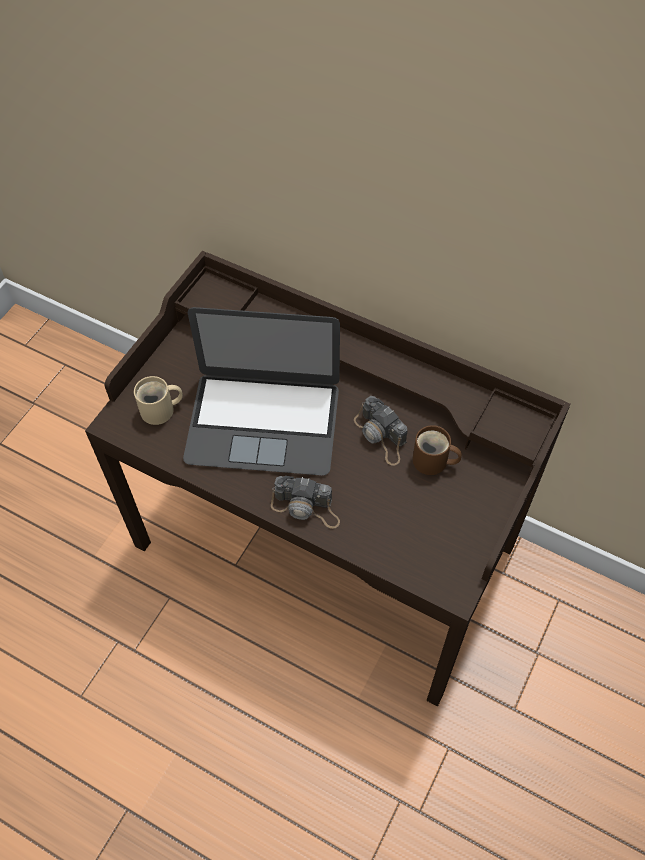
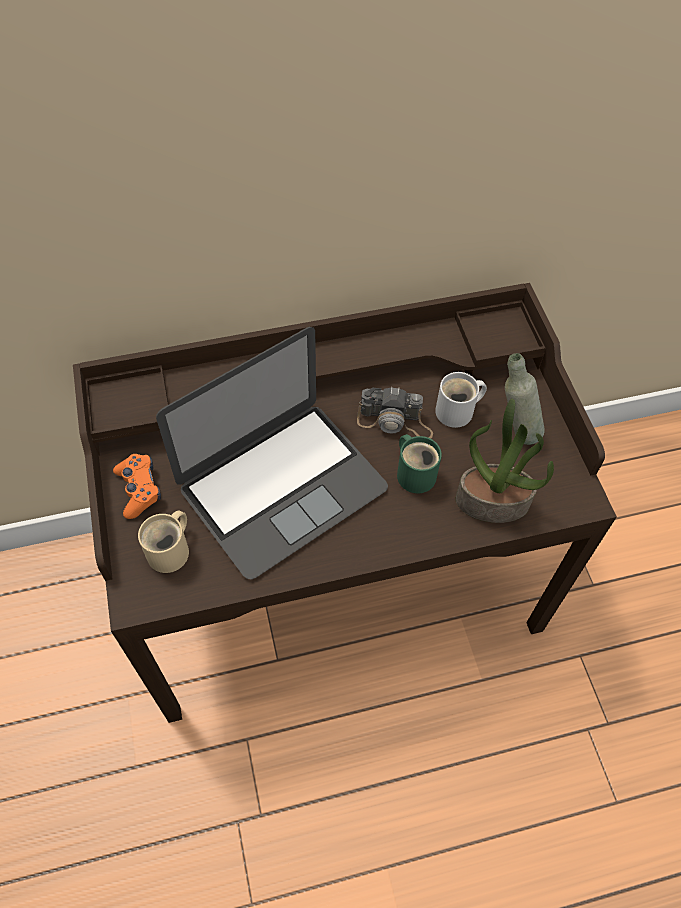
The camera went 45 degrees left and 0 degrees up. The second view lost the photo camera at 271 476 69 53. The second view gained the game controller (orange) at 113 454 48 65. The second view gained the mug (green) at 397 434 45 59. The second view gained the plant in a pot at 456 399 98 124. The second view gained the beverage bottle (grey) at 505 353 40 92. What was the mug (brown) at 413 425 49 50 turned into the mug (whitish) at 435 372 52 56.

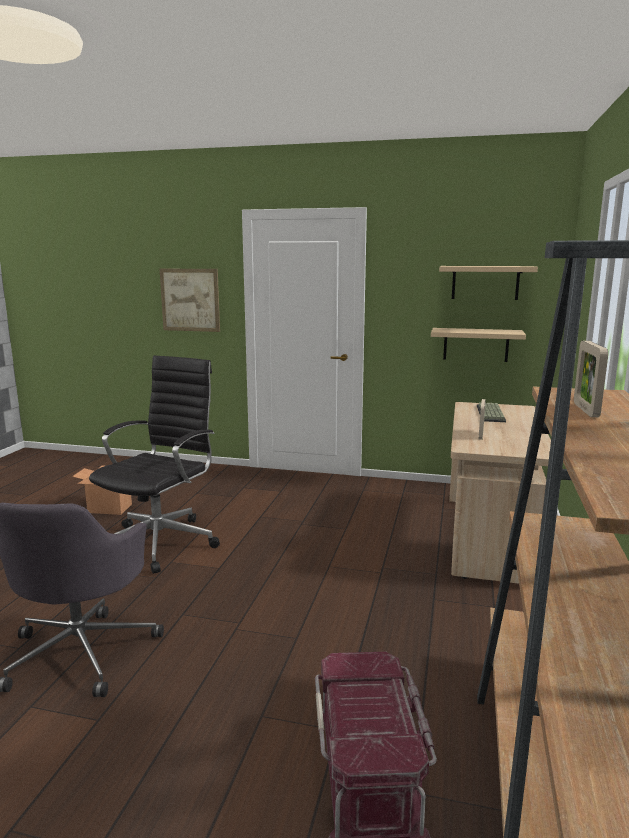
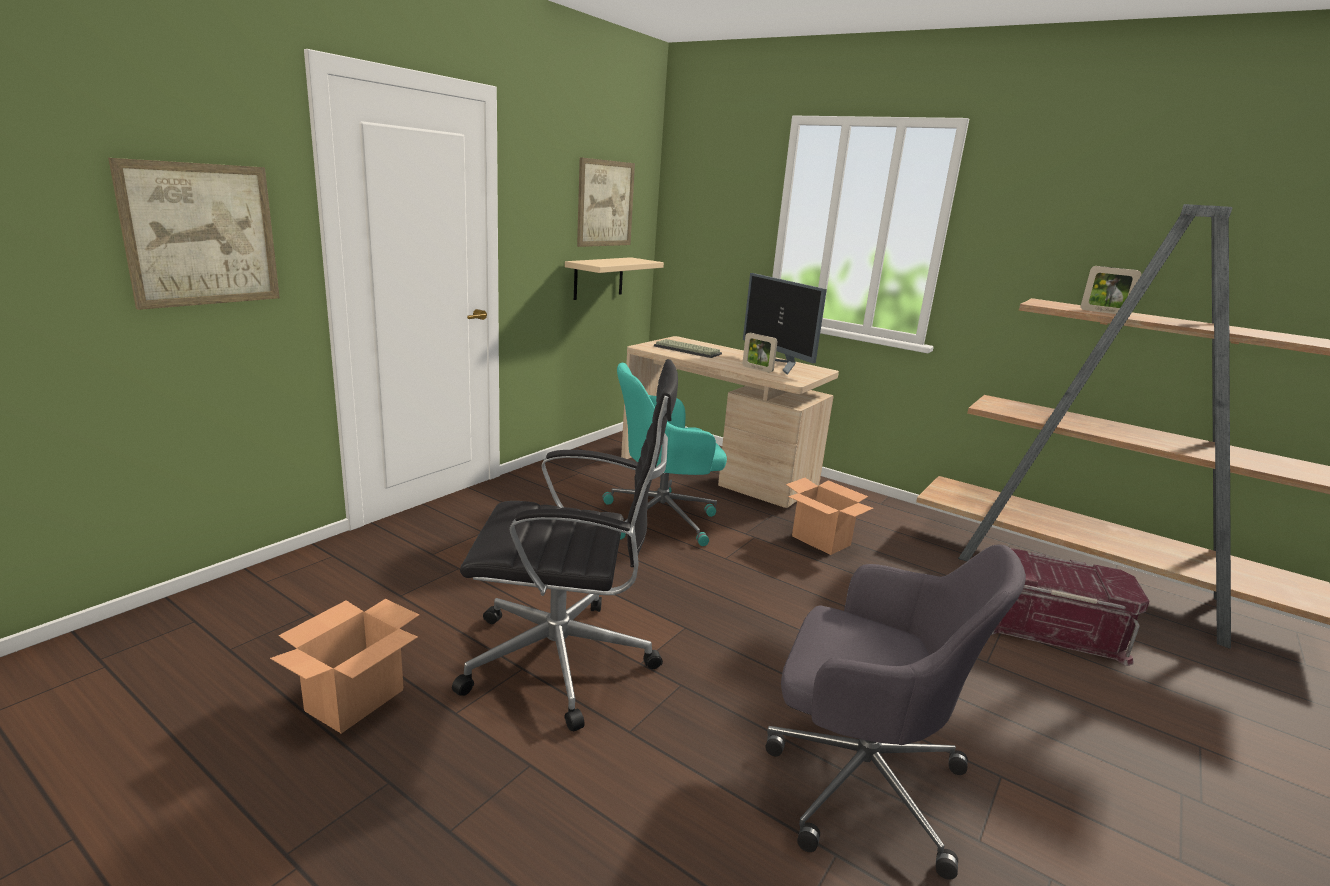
The camera went 70 degrees left and 5 degrees up. The second view gained the office chair (blue-green) at 603 363 124 183. The second view gained the computer screen at 743 273 84 102. The second view gained the carton at 786 478 88 77. Where the shelf (beige) hung at 439 266 99 34, the wall art came to hang at 577 157 58 90. The office chair (black) at 89 355 131 219 ended up facing another way, 135 degrees clockwise from before.

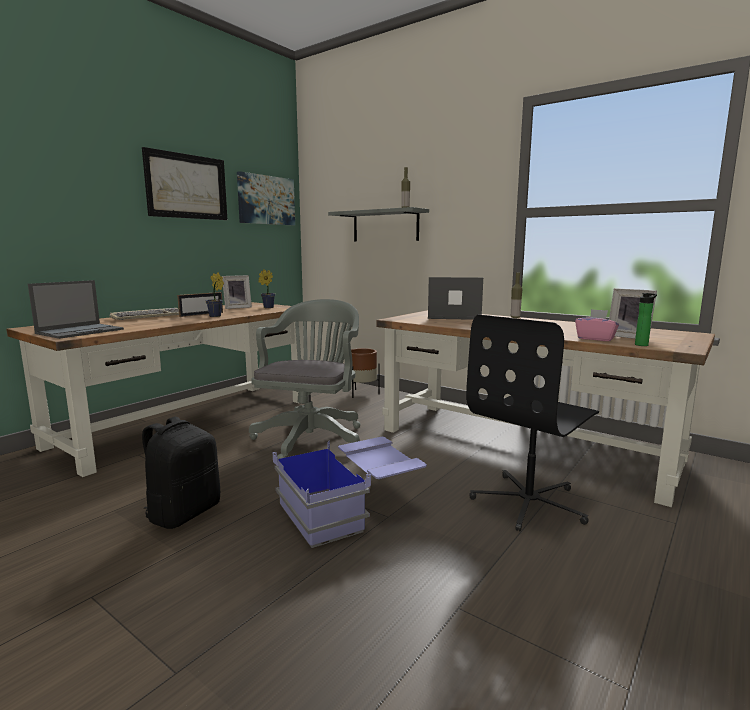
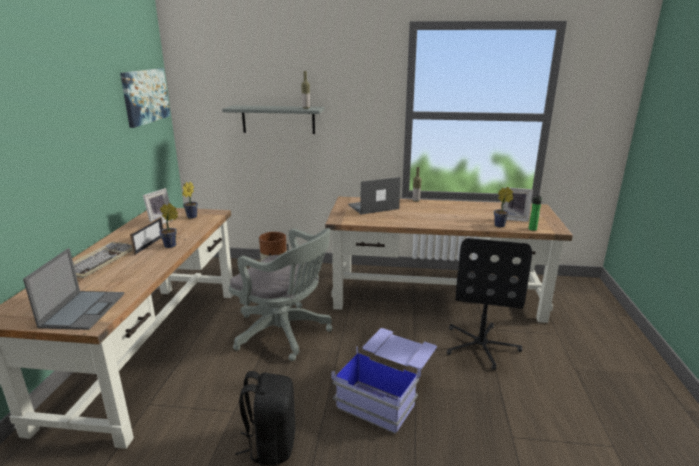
The camera went 30 degrees left and 10 degrees up. The second view lost the wall art at 142 147 86 73. Where the box of tissues (pink-coloured) stood at 575 309 44 32, the plant in a pot came to stand at 494 187 19 40. The office chair (grey) at 249 299 111 160 ended up facing another way, 135 degrees clockwise from before.

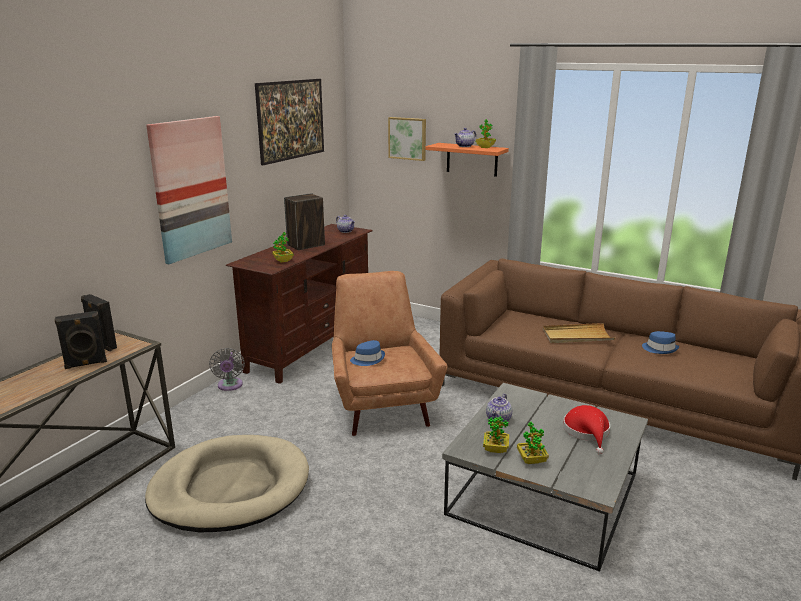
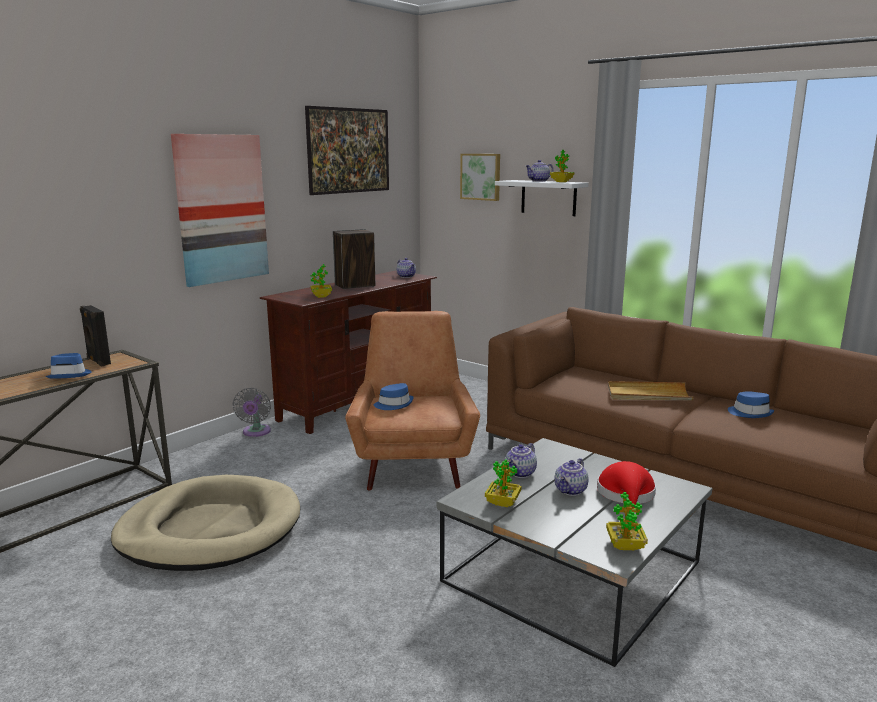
The camera went 10 degrees right and 5 degrees down. The second view gained the teapot at 554 458 35 38. The plant in a pot ended up elsewhere, having gone from 517 422 32 42 to 606 492 42 58. Where the loudspeaker (black) stood at 54 311 53 58, the wearable hat (blue) came to stand at 46 353 45 26. What was the shelf (orange) at 425 143 84 34 turned into the shelf (whitish) at 495 180 94 36.

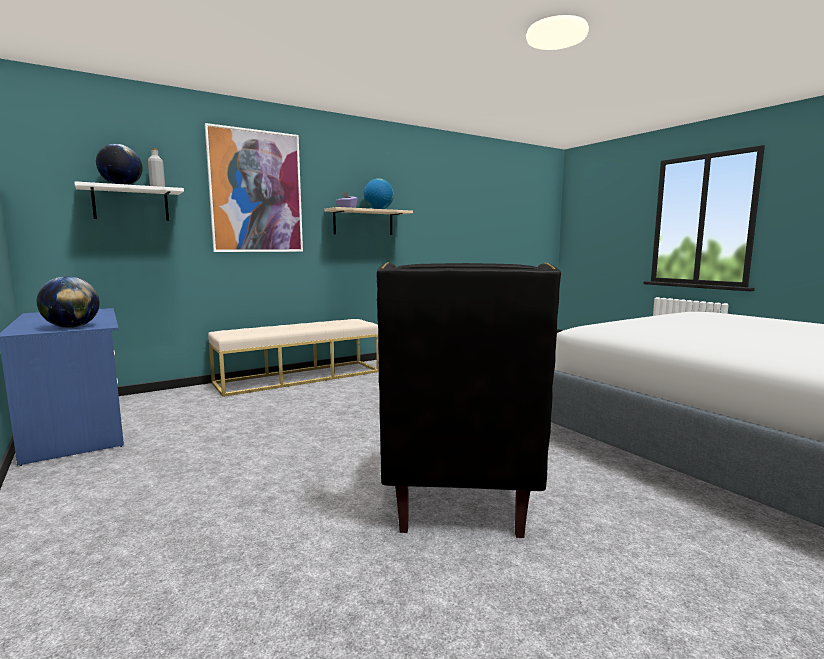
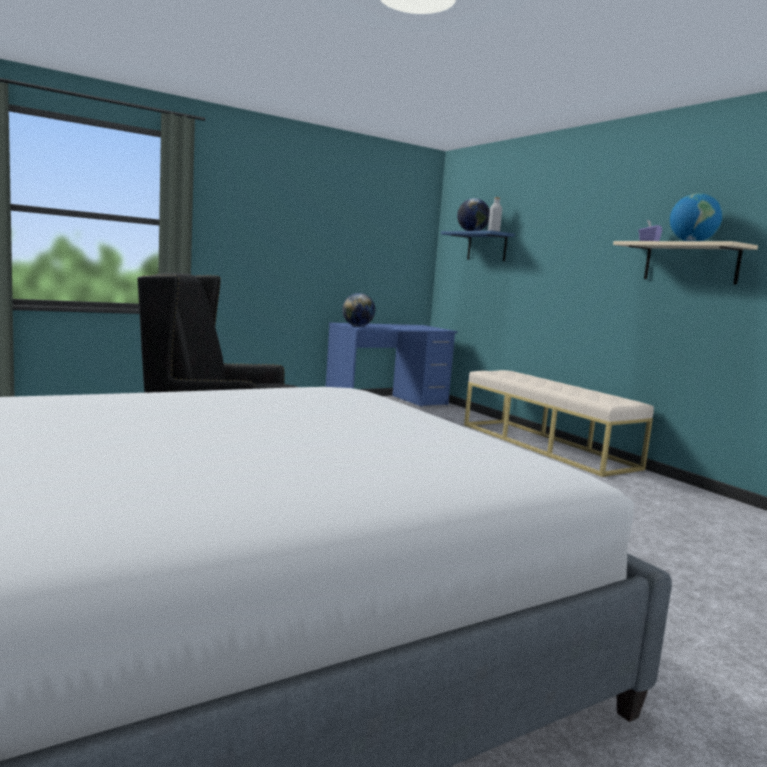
The camera went 90 degrees right and 0 degrees up. The second view lost the wall art at 205 123 98 129. What was the shelf (whitish) at 74 181 110 40 turned into the shelf (blue) at 441 230 74 31.

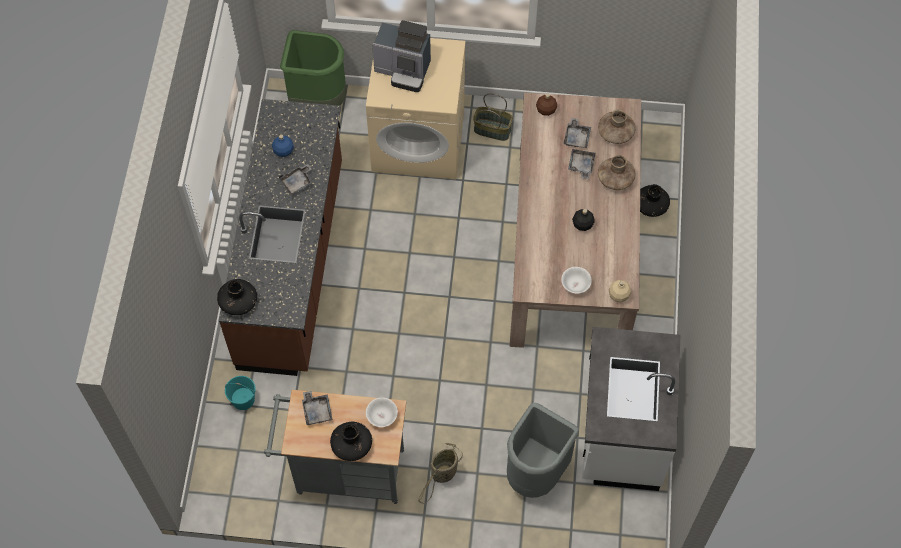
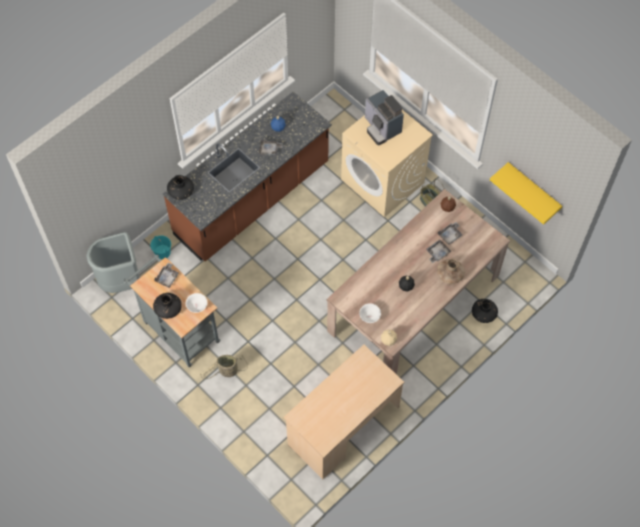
The camera went 40 degrees right and 0 degrees up. The second view lost the trash can (green) at 280 30 67 76. The second view lost the flower vase (brown) at 598 109 38 35. The second view gained the shelf (yellowish) at 490 162 72 63. The trash can (grey) ended up elsewhere, having gone from 507 403 72 95 to 87 232 53 61. Where the counter (whitish) stood at 582 327 98 164, the desk table (beige) came to stand at 283 345 122 134.

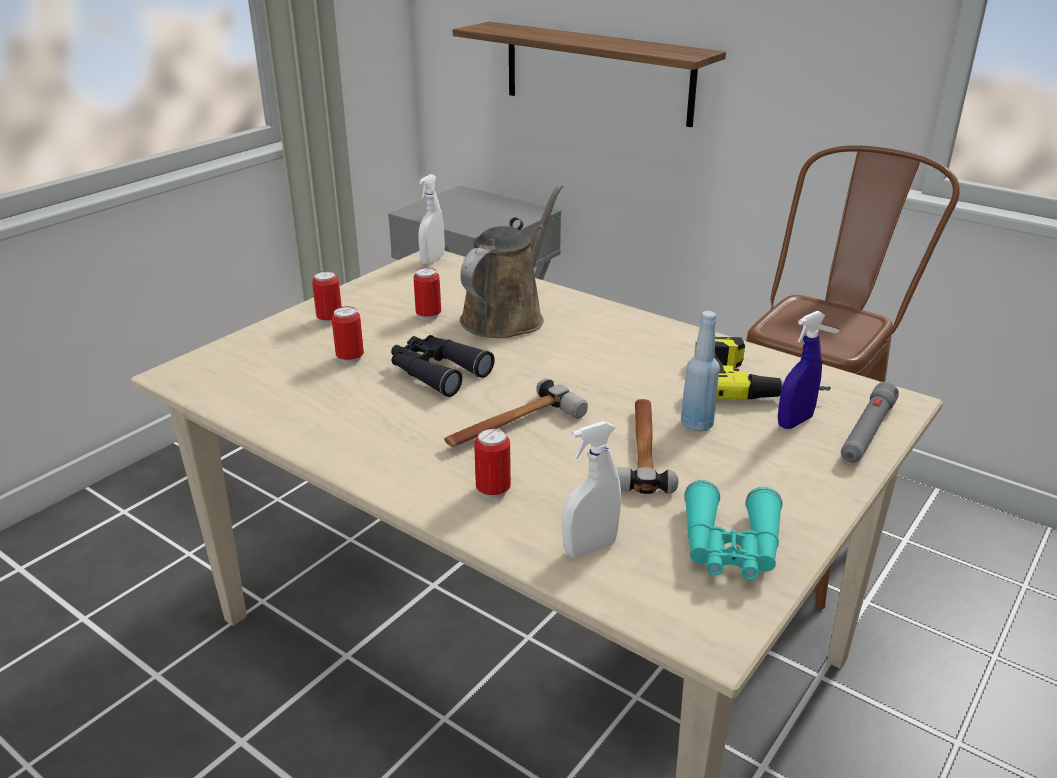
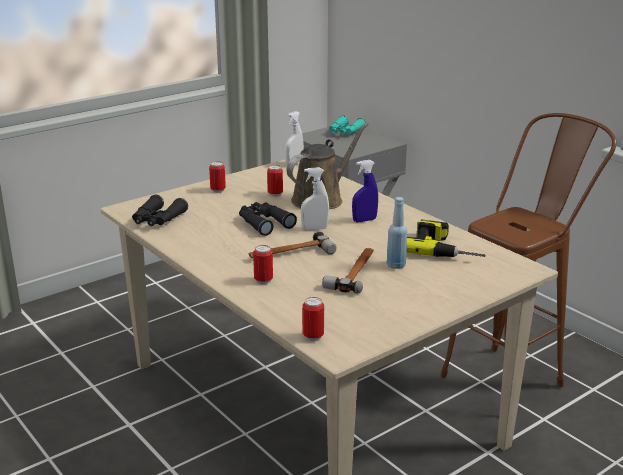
The camera went 15 degrees right and 5 degrees down. The second view lost the shelf at 453 22 273 105. The second view lost the hand torch (grey) at 841 382 58 81. The second view gained the pair of binoculars (black) at 132 195 56 31. The can ended up elsewhere, having gone from 332 306 32 58 to 302 297 22 44. The hand sprayer (whitish) ended up elsewhere, having gone from 562 421 59 137 to 301 167 28 63. The pair of binoculars (blue-green) ended up elsewhere, having gone from 684 480 99 100 to 329 115 37 20. The hand sprayer (blue) ended up elsewhere, having gone from 778 311 48 118 to 352 160 26 62.

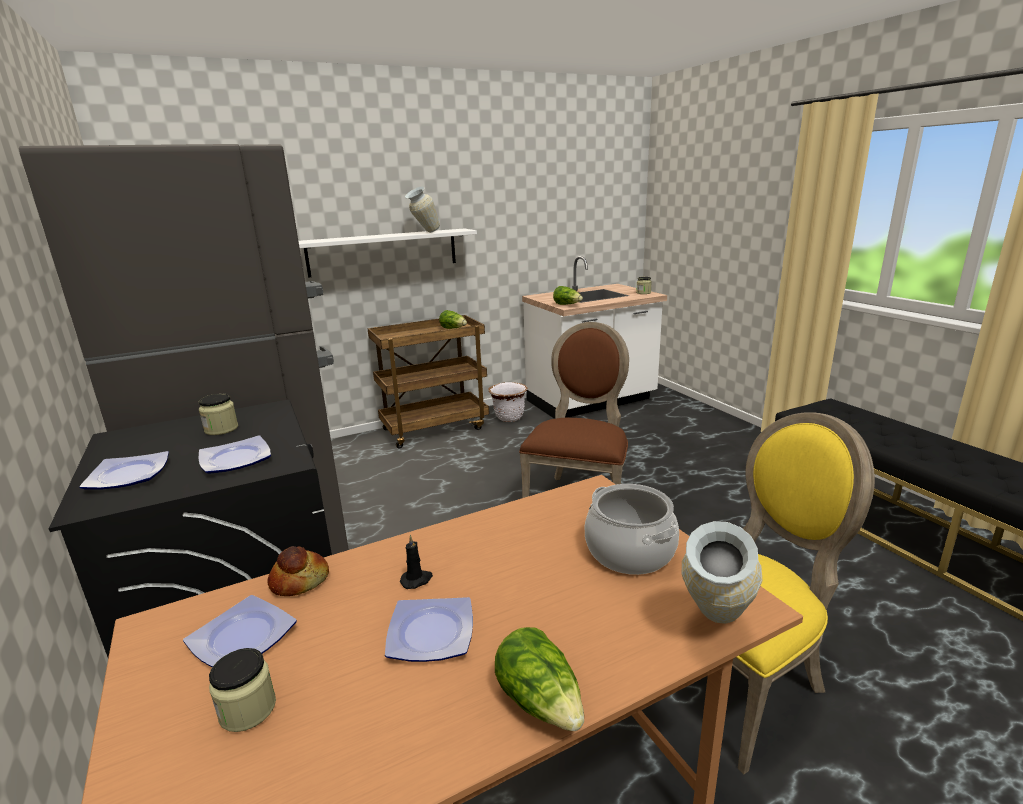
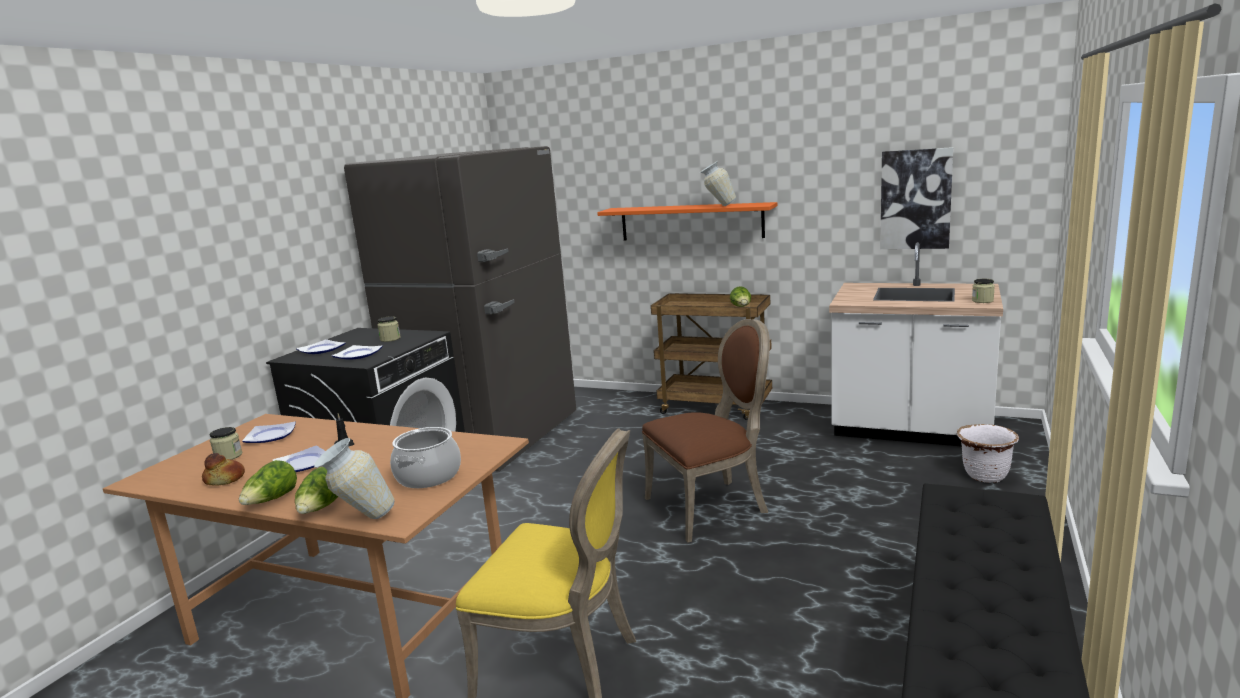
The camera went 50 degrees right and 5 degrees down. The second view gained the wall art at 880 147 73 102. The bakery bread ended up elsewhere, having gone from 267 546 62 50 to 202 453 43 33. The planter (whitish) ended up elsewhere, having gone from 488 382 39 40 to 957 424 62 59. The lettuce head ended up elsewhere, having gone from 553 286 30 19 to 295 467 43 47. What was the shelf (whitish) at 299 229 178 49 turned into the shelf (orange) at 597 202 180 38.

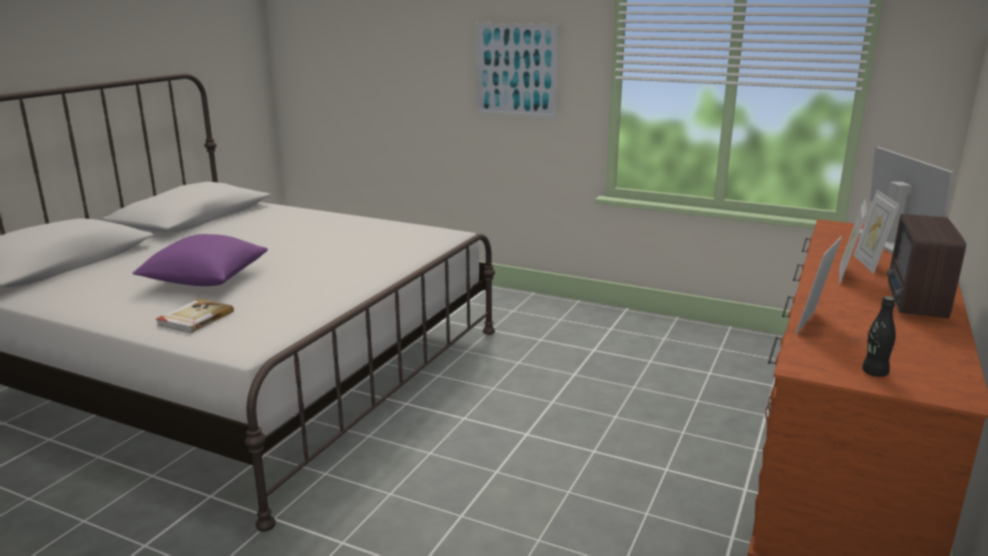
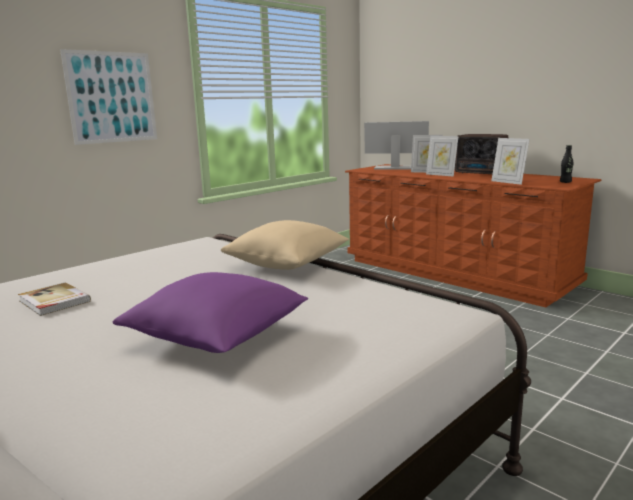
The camera went 70 degrees left and 5 degrees down. The second view gained the pillow (beige) at 221 220 128 50. The volume ended up elsewhere, having gone from 156 299 78 34 to 18 283 73 33.

